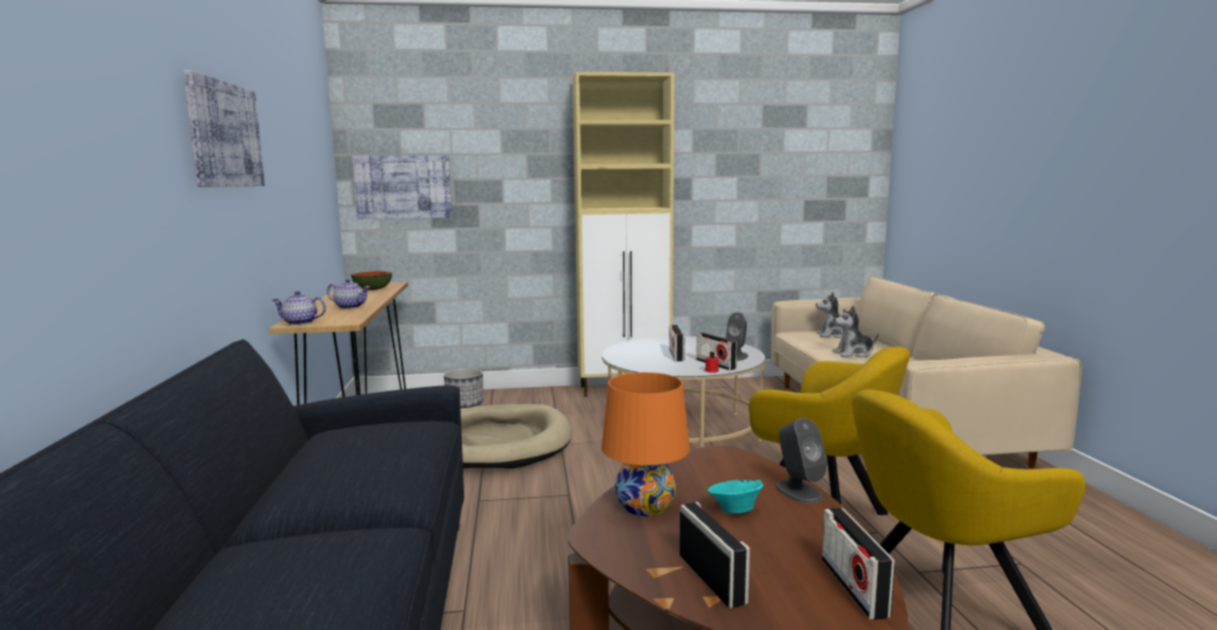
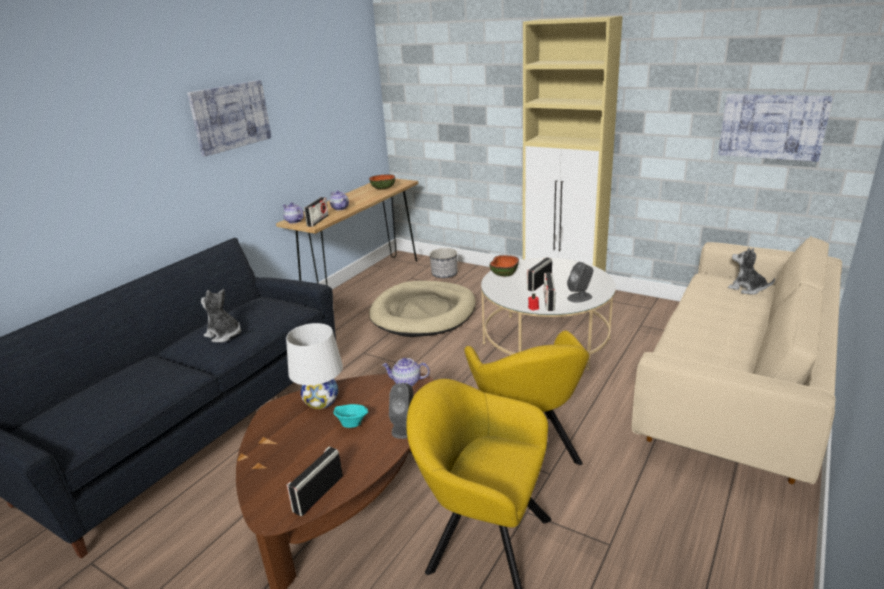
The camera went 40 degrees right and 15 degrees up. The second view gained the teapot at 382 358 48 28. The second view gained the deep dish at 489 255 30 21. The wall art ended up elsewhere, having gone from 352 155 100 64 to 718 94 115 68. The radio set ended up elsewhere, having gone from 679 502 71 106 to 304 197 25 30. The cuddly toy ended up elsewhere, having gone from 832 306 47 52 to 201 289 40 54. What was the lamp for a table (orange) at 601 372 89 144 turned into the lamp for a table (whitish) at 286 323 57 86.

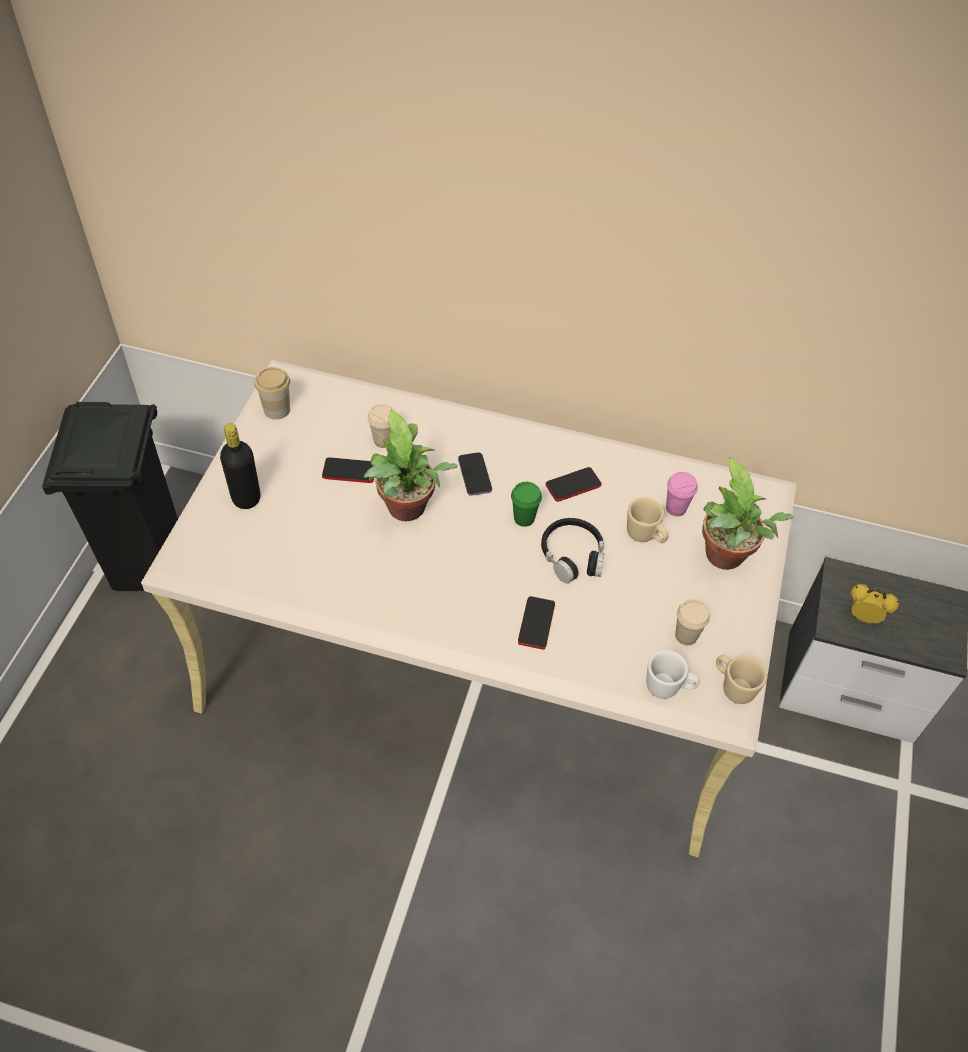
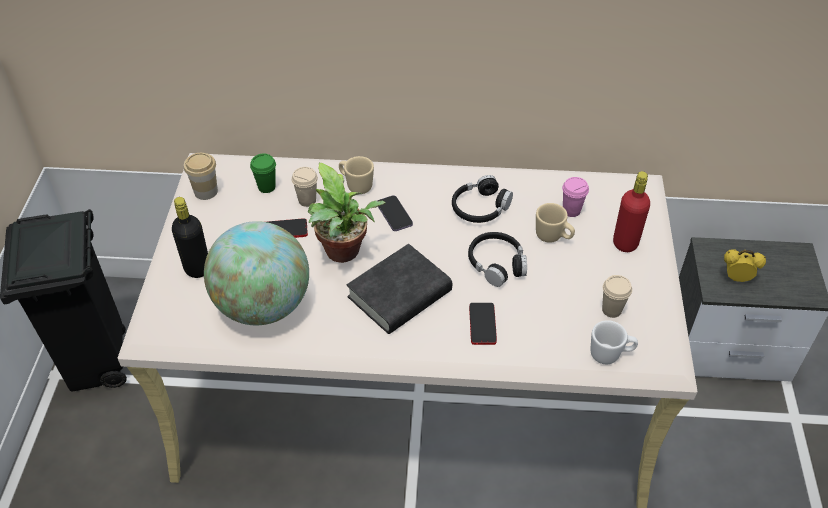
The camera went 10 degrees left and 5 degrees down. The second view gained the globe at 204 221 105 104. The second view gained the volume (black) at 347 244 105 90. The cup (green) ended up elsewhere, having gone from 511 482 31 45 to 250 154 26 39. The mug (beige) ended up elsewhere, having gone from 716 655 51 49 to 339 156 35 38. Where the handset stood at 545 467 57 35, the headphones (black) came to stand at 452 175 61 48. Where the plant in a pot stood at 702 457 92 113, the beverage bottle (reddish) came to stand at 613 171 37 81.

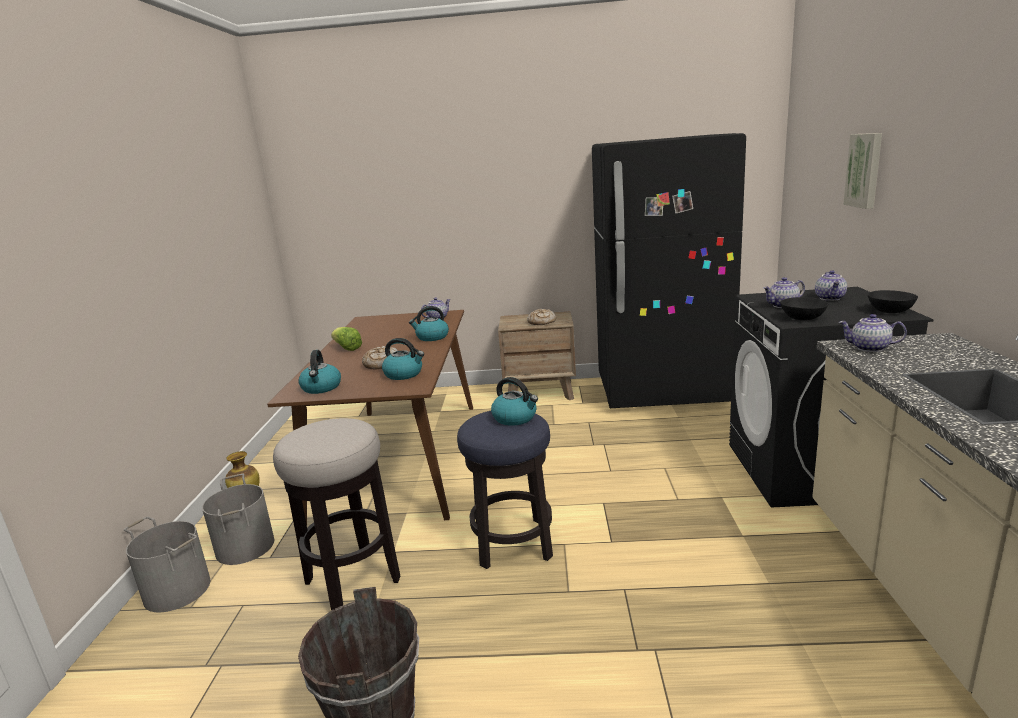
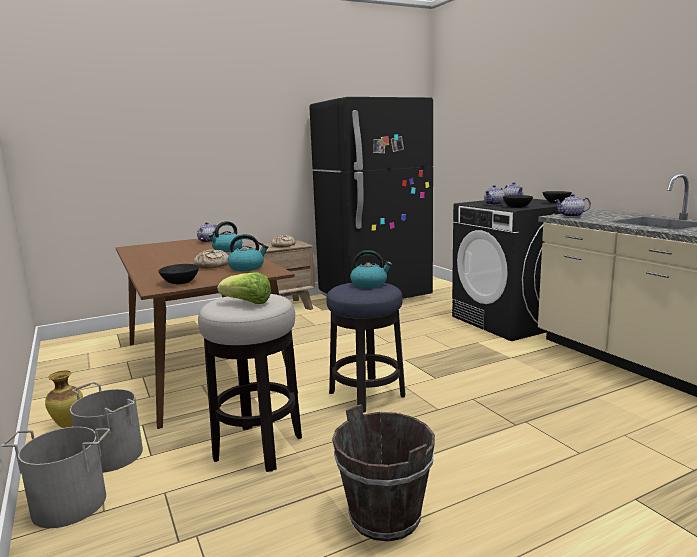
The camera went 30 degrees left and 5 degrees down. The second view lost the wall art at 843 133 39 76. The lettuce head ended up elsewhere, having gone from 331 327 31 24 to 217 272 54 32. Where the water kettle stood at 298 350 43 44, the deep dish (black) came to stand at 158 264 41 20.

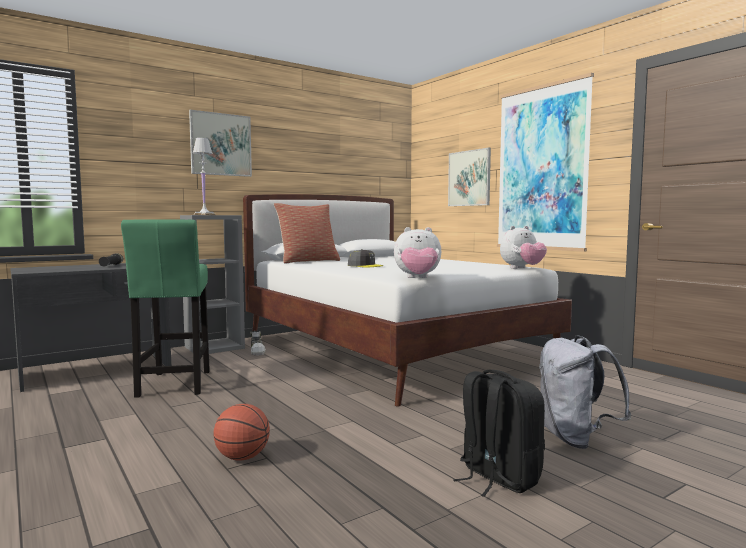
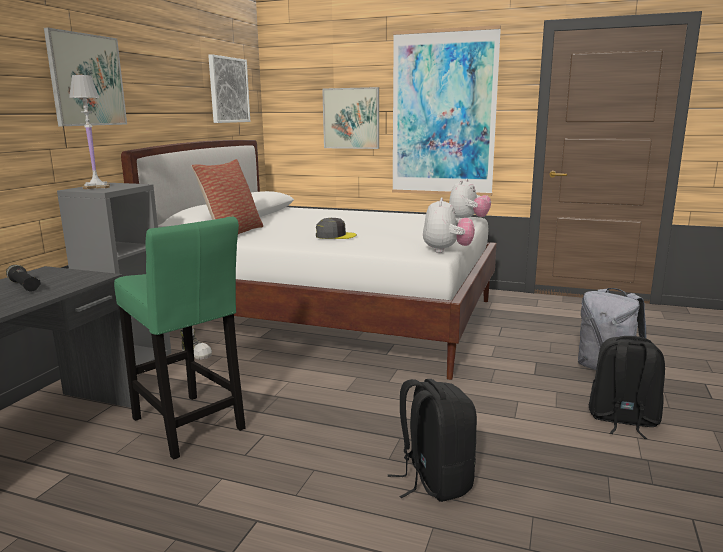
The camera went 35 degrees left and 10 degrees up. The second view gained the wall art at 208 54 42 69. Where the basketball ball stood at 213 404 57 57, the rucksack (black) came to stand at 388 379 89 123. The cuddly toy at 394 227 47 51 ended up facing another way, 45 degrees counterclockwise from before.

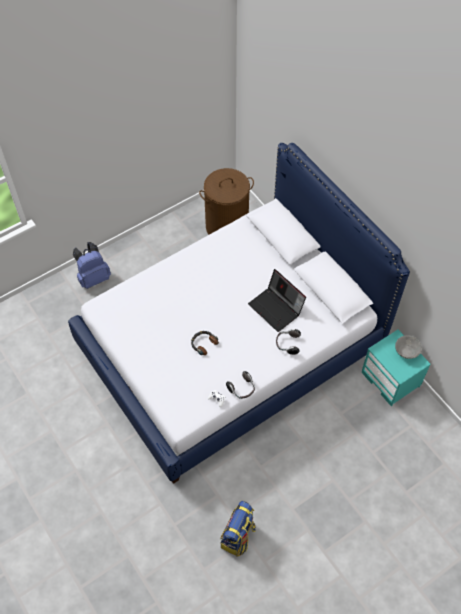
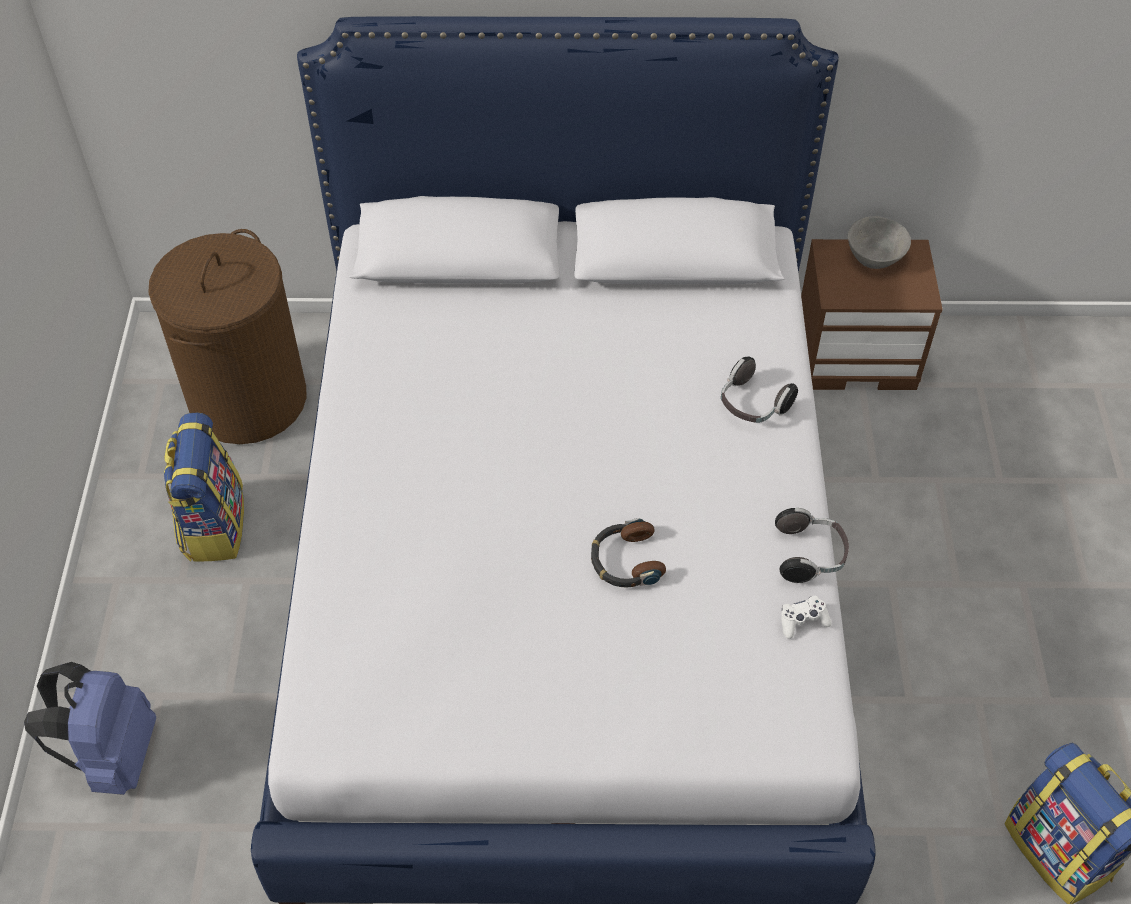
The camera went 55 degrees left and 5 degrees down. The second view lost the laptop at 248 269 58 63. The second view gained the rucksack at 163 413 81 149. What was the bedside table (blue-green) at 361 329 70 77 turned into the bedside table (brown) at 801 239 142 151.

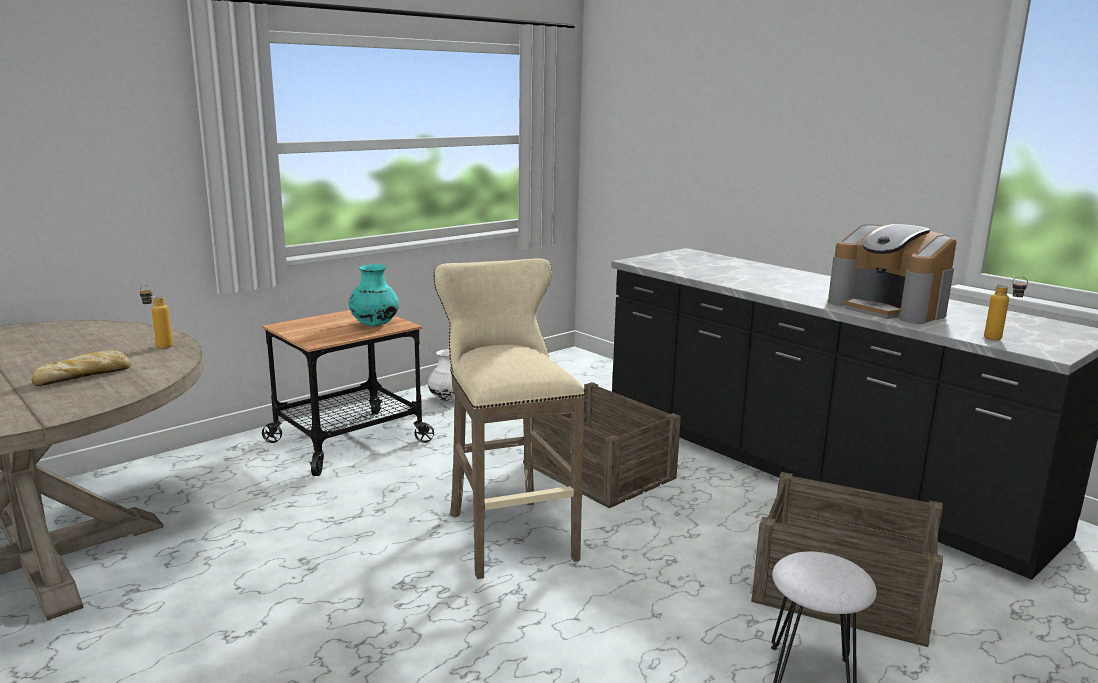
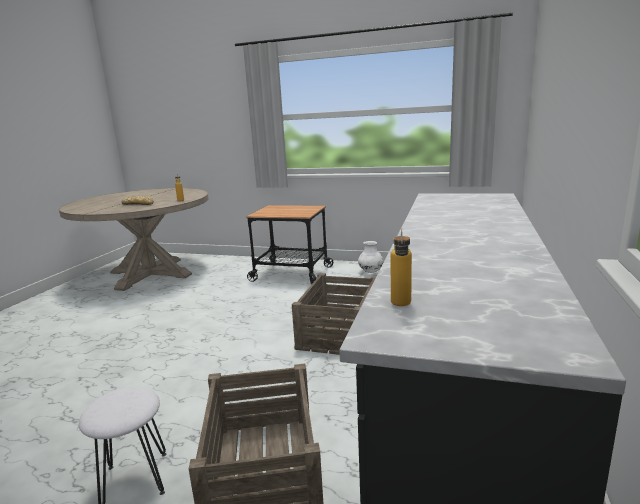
The camera went 60 degrees right and 0 degrees up. The second view lost the flower vase (blue-green) at 349 264 50 62. The second view lost the sitting stool (beige) at 434 258 151 321. The second view lost the coffee machine at 828 224 128 100.

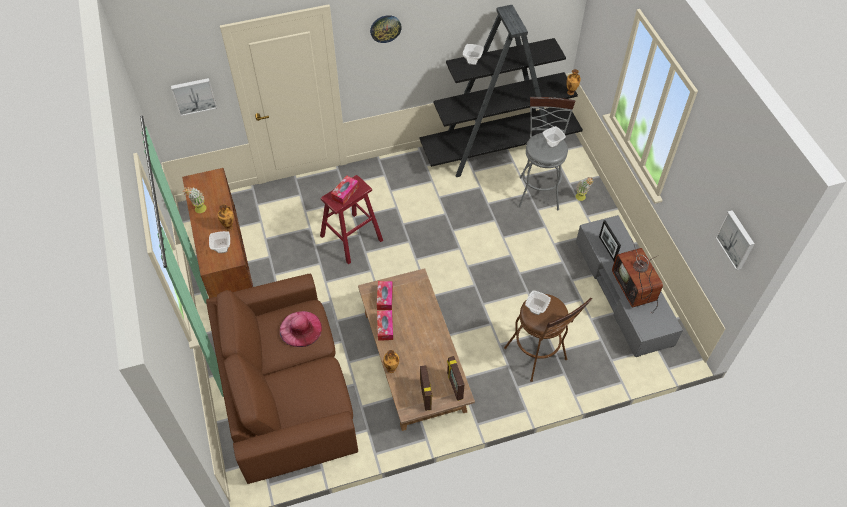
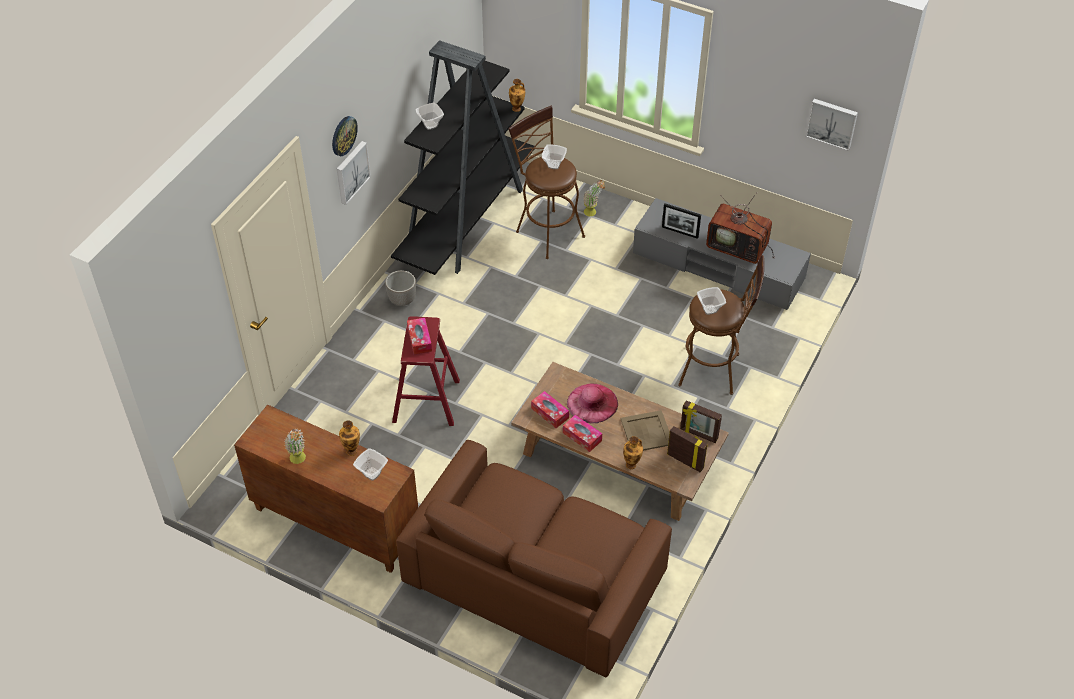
The camera went 45 degrees left and 5 degrees down. The second view gained the planter at 385 270 31 36. The second view gained the tray (beige) at 620 410 50 41. The wall art ended up elsewhere, having gone from 171 78 46 38 to 337 141 34 64. The wearable hat (pink-coloured) ended up elsewhere, having gone from 280 311 42 36 to 567 384 51 39. What was the sitting stool (grey) at 518 97 57 113 turned into the sitting stool (brown) at 508 106 77 153.

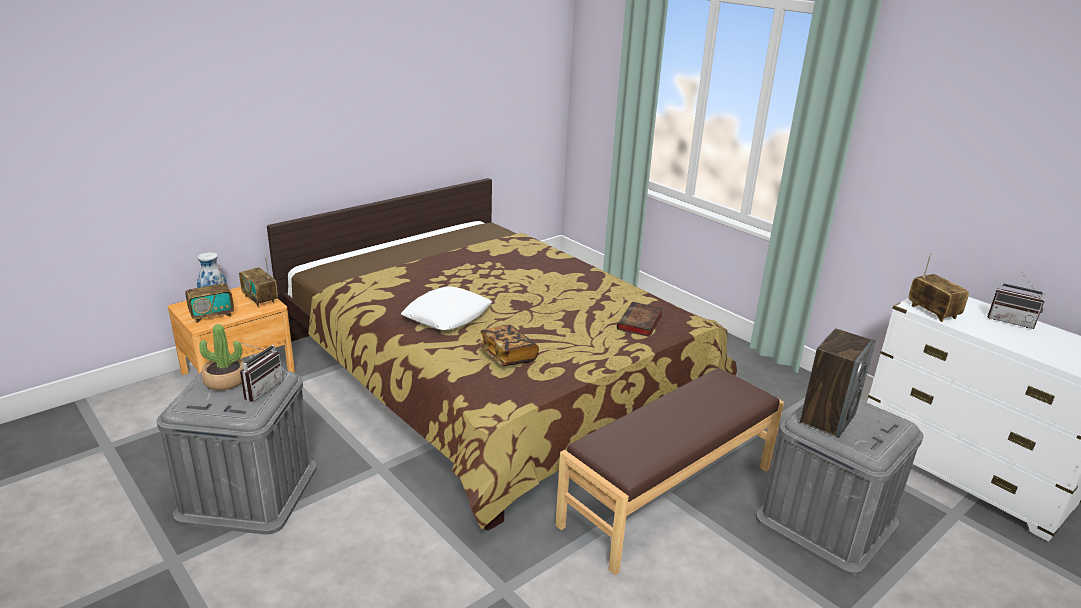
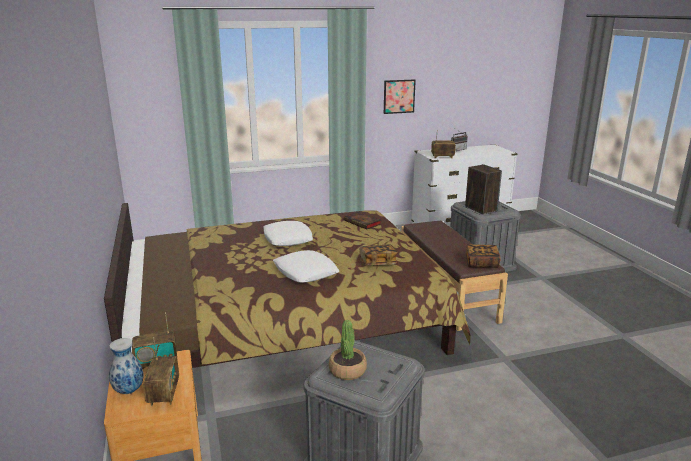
The camera went 65 degrees left and 5 degrees down. The second view lost the radio set at 240 343 43 59. The second view gained the pillow (whitish) at 263 221 50 25. The second view gained the wall art at 384 79 32 35. The second view gained the volume at 465 244 36 24.

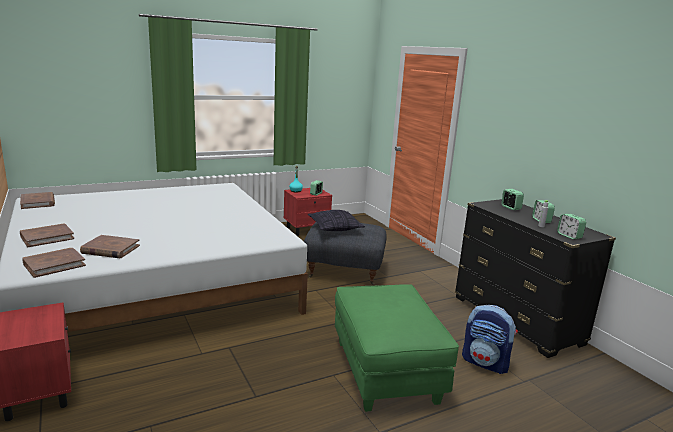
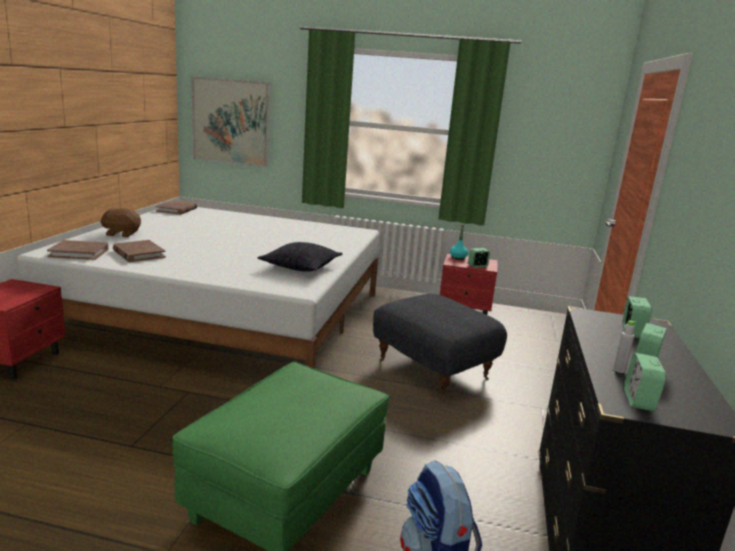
The camera went 40 degrees right and 0 degrees up. The second view gained the wall art at 191 76 79 91. The pillow ended up elsewhere, having gone from 308 210 57 21 to 257 242 86 30. Where the volume (brown) stood at 20 224 54 23, the cuddly toy (brown) came to stand at 100 208 41 29.

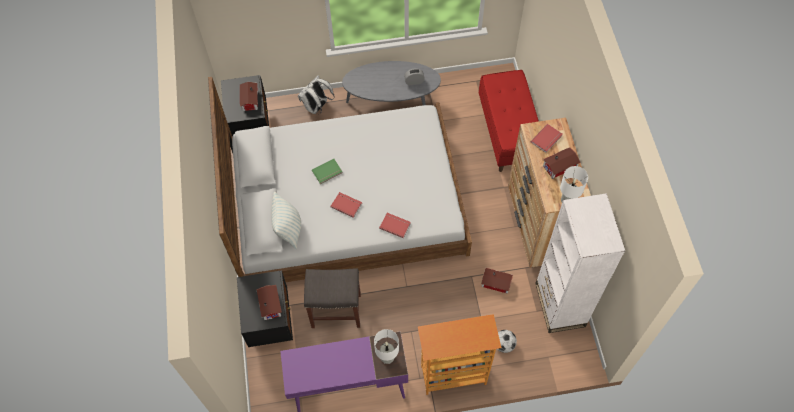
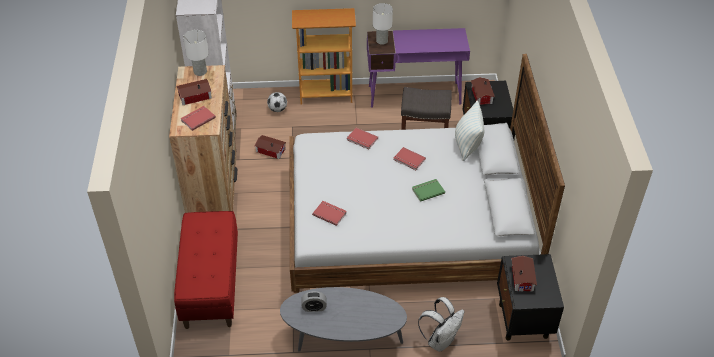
The camera went 175 degrees left and 15 degrees down. The second view gained the volume (reddish) at 312 201 35 25.

